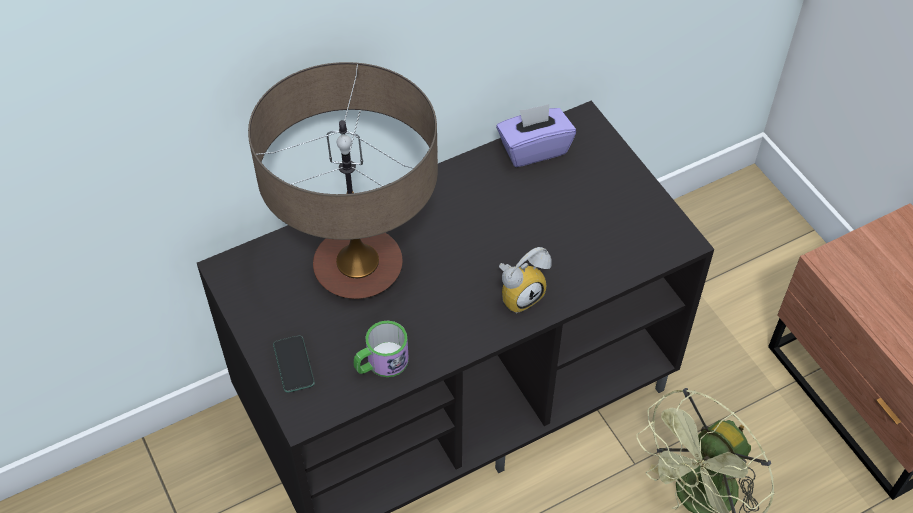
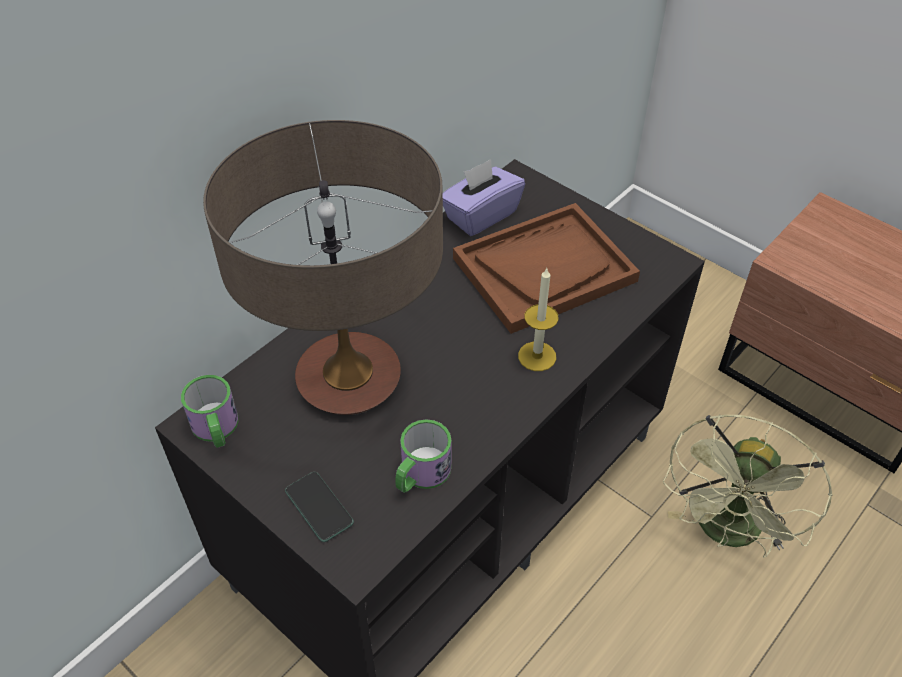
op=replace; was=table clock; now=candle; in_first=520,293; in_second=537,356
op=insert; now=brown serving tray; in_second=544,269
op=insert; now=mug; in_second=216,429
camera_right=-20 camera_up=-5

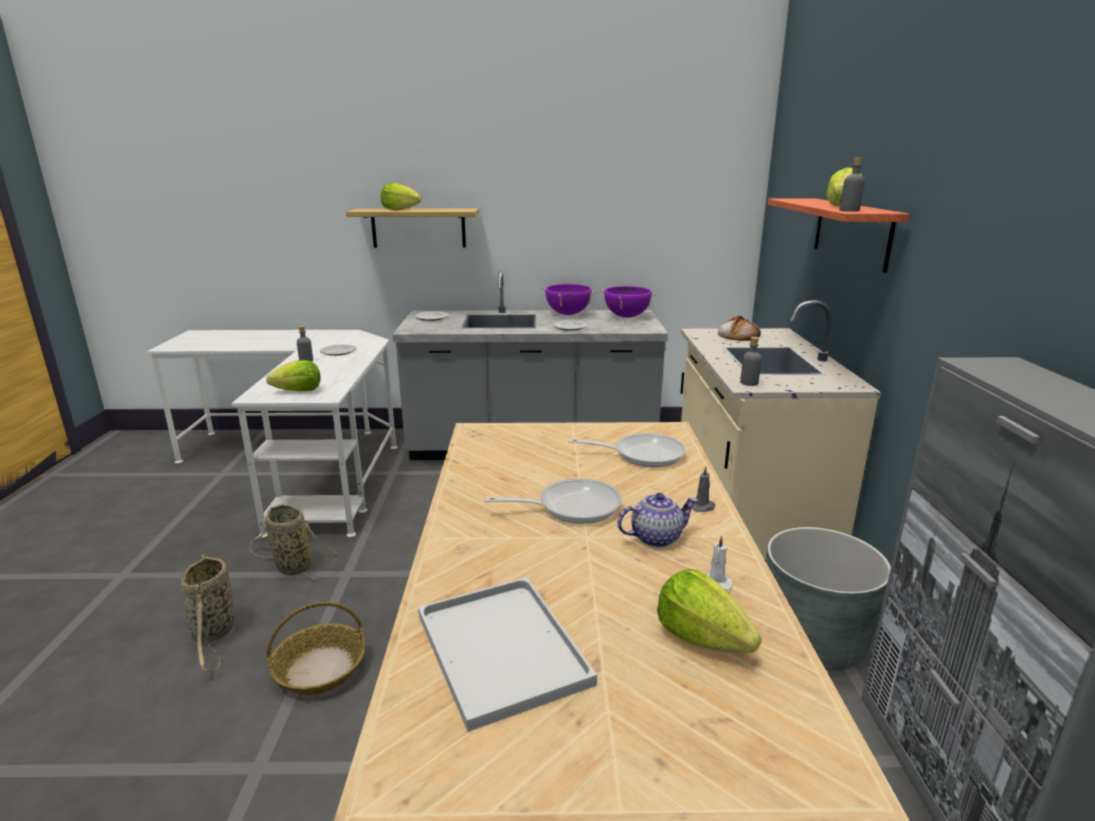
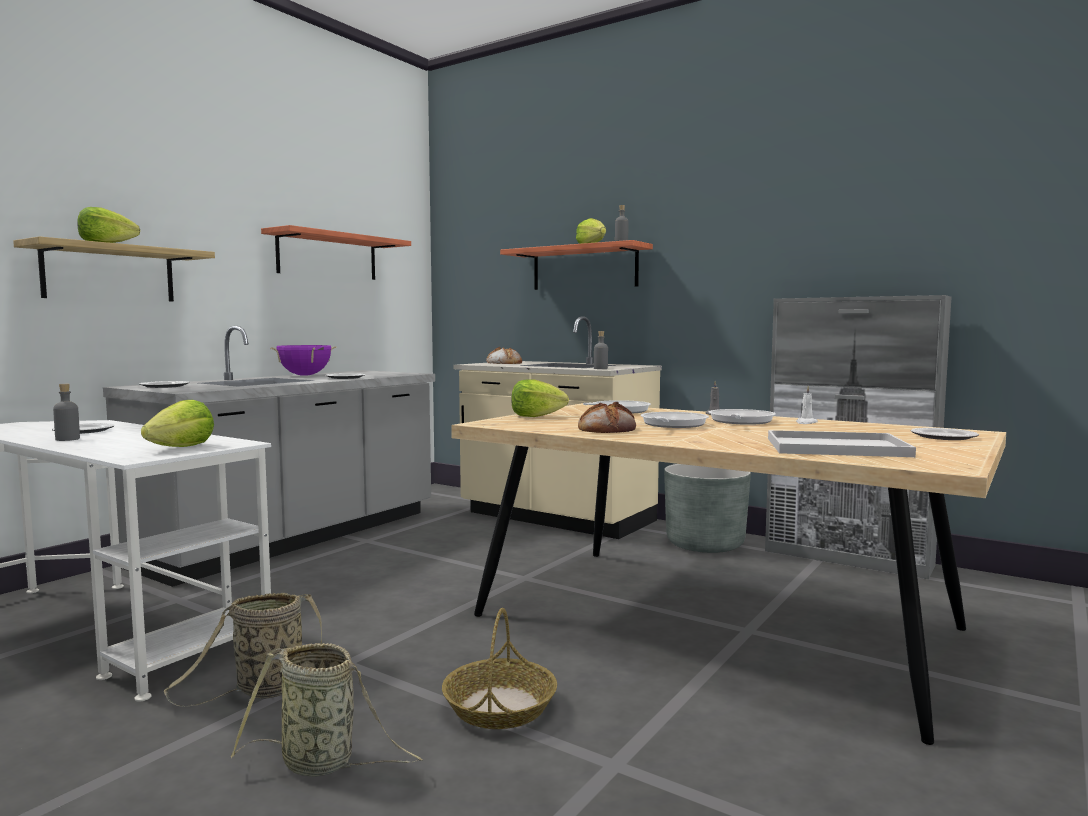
op=delete; was=purple-coloured cooking pot; in_first=626,317
op=replace; was=pot for tea; now=skillet; in_first=656,537; in_second=739,421
op=move; was=lettuce; in_first=702,638; in_second=536,416
op=insert; now=bracket shelf; in_second=328,256
op=insert; now=baked bread; in_second=607,428
op=insert; now=flat dish; in_second=944,437
camera_right=-55 camera_up=-15

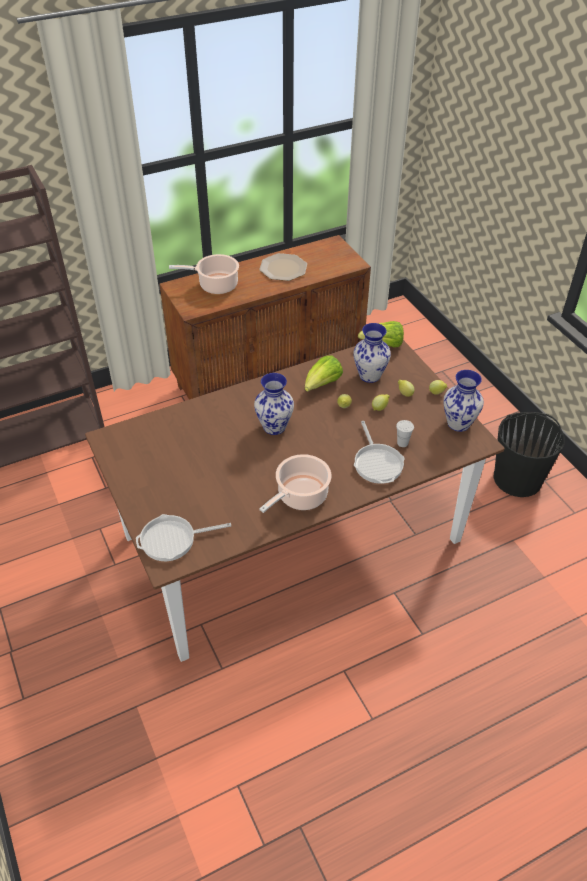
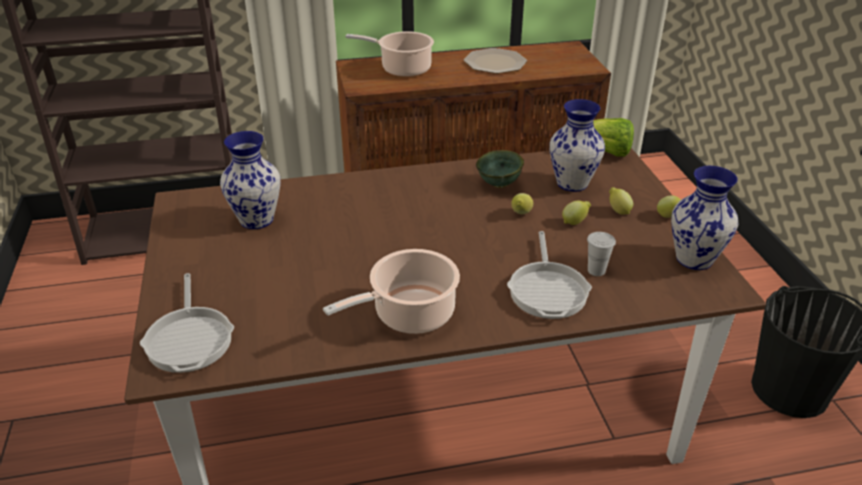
op=replace; was=lettuce; now=green-coloured serving bowl; in_first=322,385; in_second=499,184
op=move; was=vase; in_first=275,427; in_second=257,220
op=rotate; was=skillet; in_first=172,540; in_second=190,339; clockwise=-105
camera_right=15 camera_up=-10

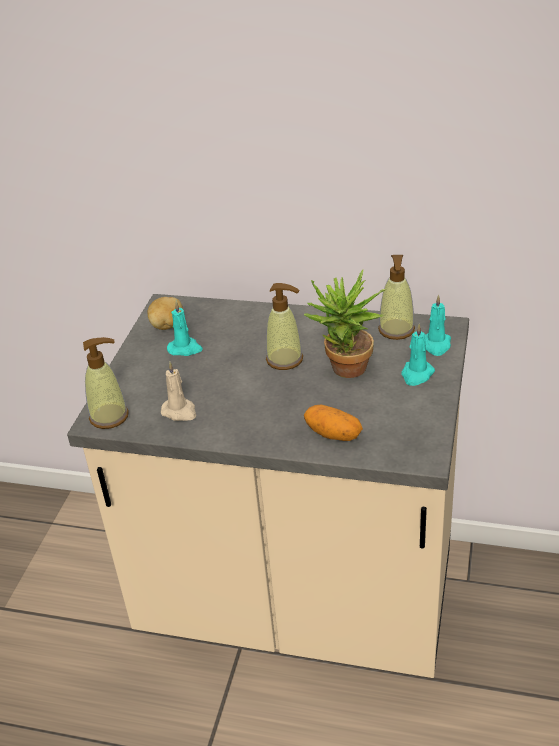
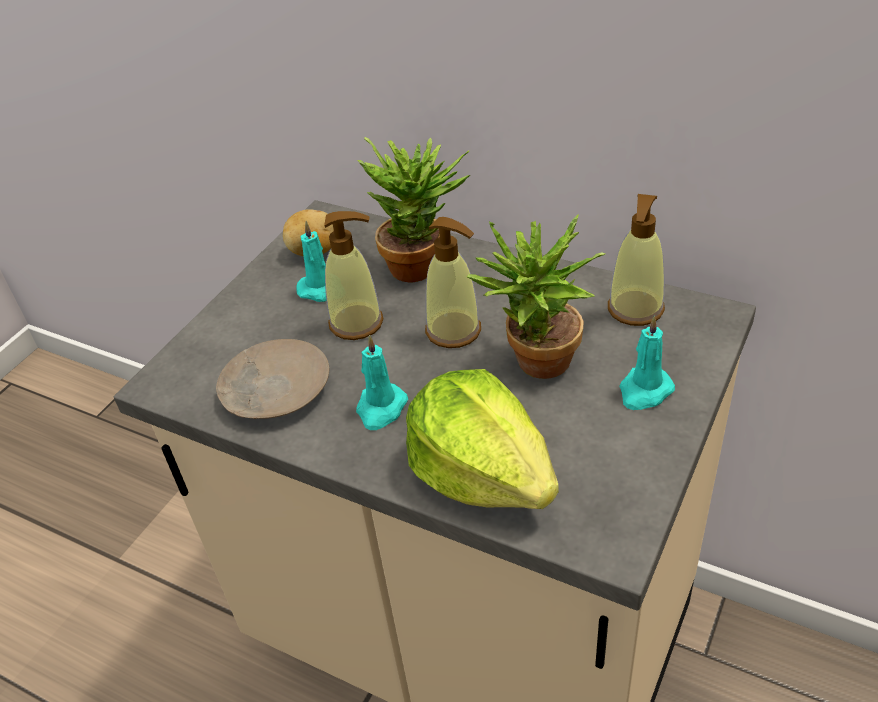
op=move; was=turquoise candle; in_first=436,345; in_second=381,409
op=move; was=liquid soap bottle; in_first=109,416; in_second=357,323
op=replace; was=beige candle; now=beige flat dish; in_first=180,412; in_second=275,390
op=replace; was=whole potato; now=lettuce; in_first=333,434; in_second=481,472
op=insert; now=potted plant; in_second=423,265
camera_right=15 camera_up=5

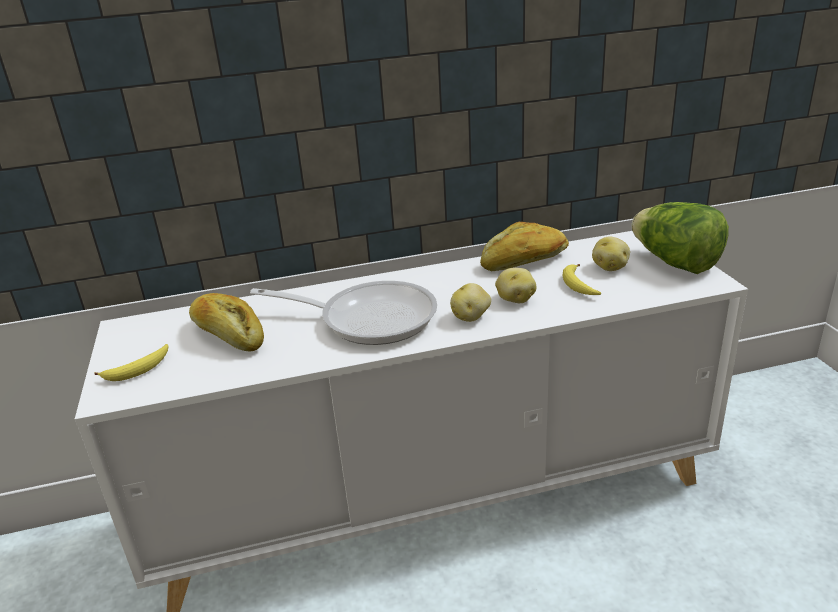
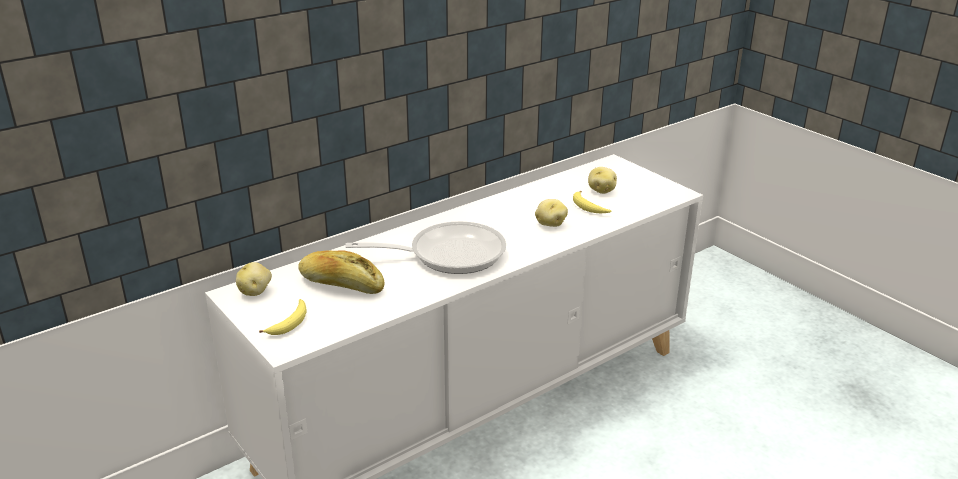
op=delete; was=lettuce; in_first=675,263
op=delete; was=baked bread; in_first=525,261
op=move; was=whole potato; in_first=471,317; in_second=255,291
camera_right=-25 camera_up=0

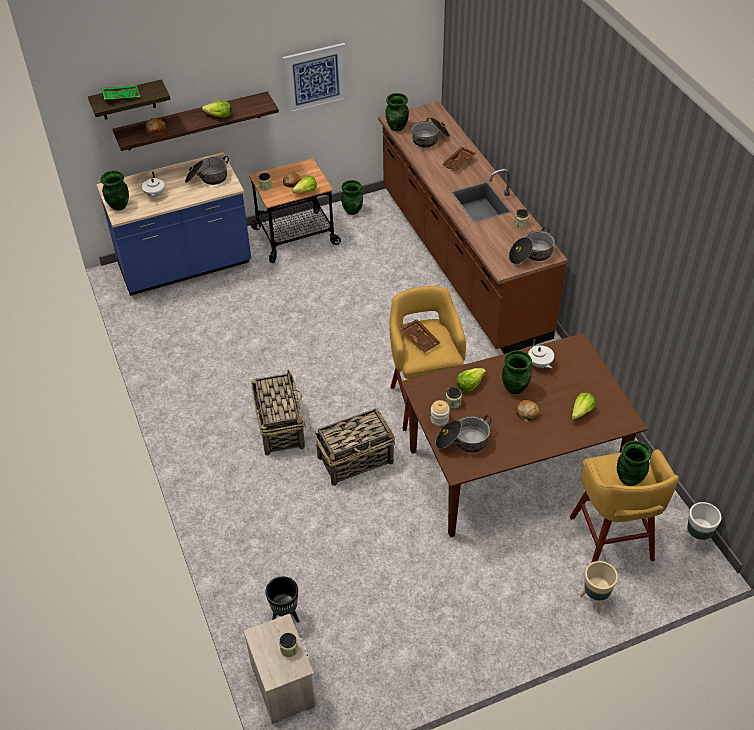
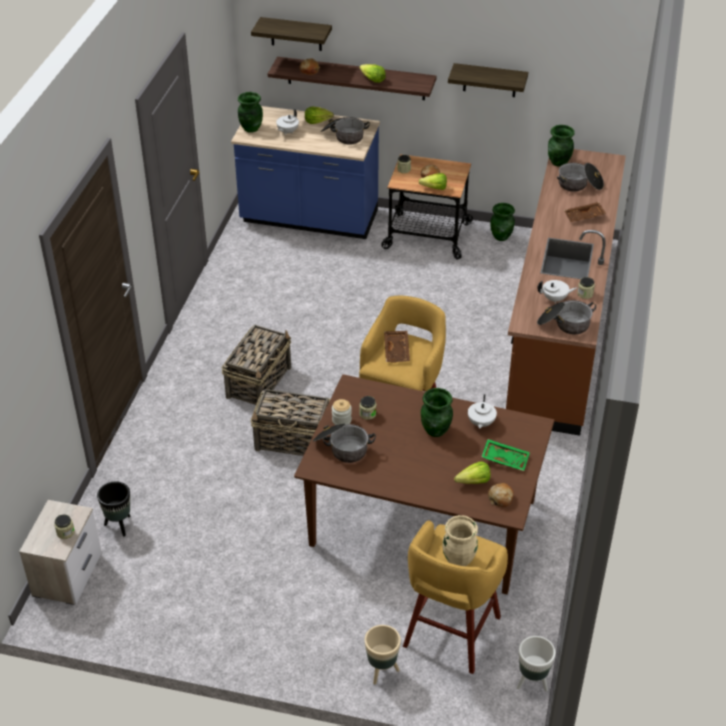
op=replace; was=wall art; now=bracket shelf; in_first=315,78; in_second=489,80
op=move; was=green-coloured serving tray; in_first=121,96; in_second=505,458
op=move; was=lettuce; in_first=469,384; in_second=317,121
op=move; was=baked bread; in_first=527,413; in_second=500,498
op=recolor; was=green-coloured vase; now=beige vase; in_first=629,478; in_second=459,559
op=insert; now=white pot for tea; in_second=555,299
camera_right=35 camera_up=-5

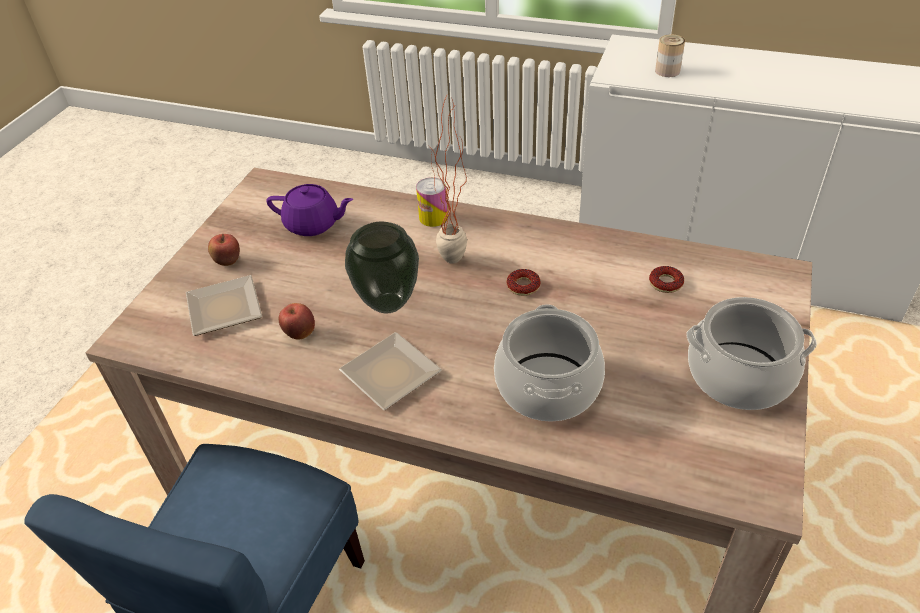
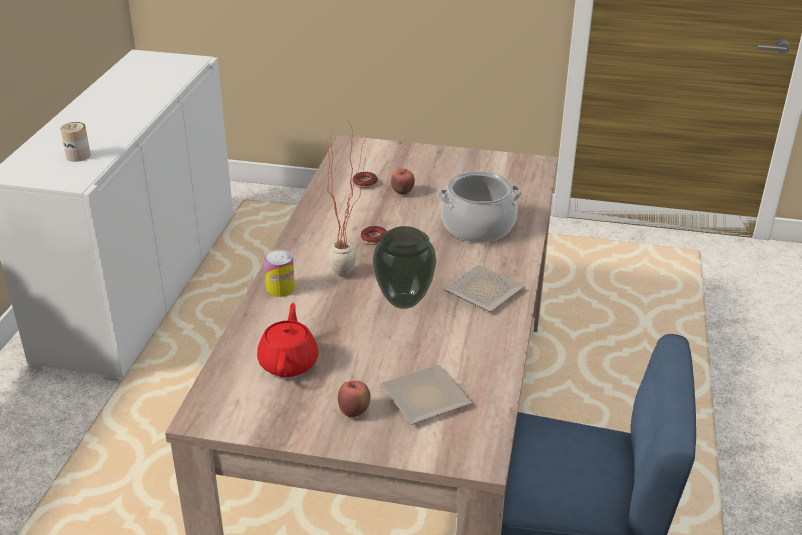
op=recolor; was=purple-coloured pot for tea; now=red-coloured pot for tea; in_first=313,224; in_second=289,362
op=delete; was=cooking pot; in_first=739,375
op=move; was=apple fruit; in_first=300,334; in_second=402,193
camera_right=-100 camera_up=-10

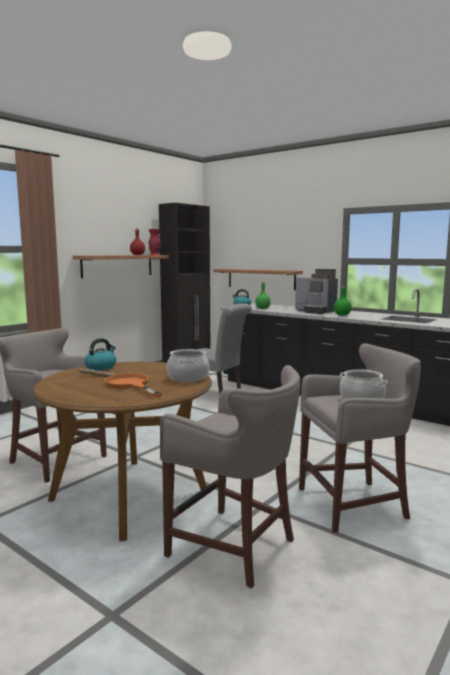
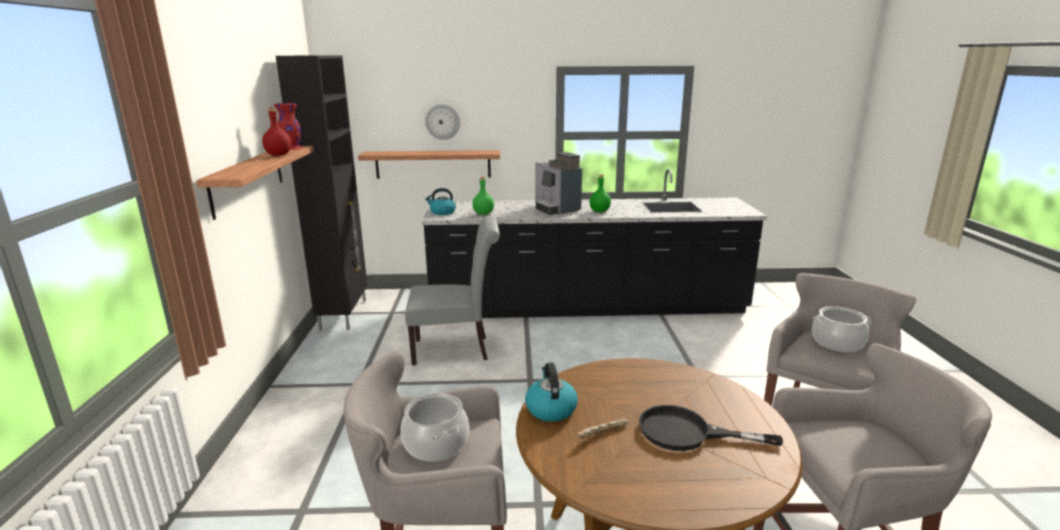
op=rotate; was=coffee maker; in_first=315,311; in_second=556,208; clockwise=60
op=move; was=cooking pot; in_first=188,378; in_second=436,443
op=recolor; was=orange skillet; now=blackish skillet; in_first=130,385; in_second=687,433
op=insert; now=wall clock; in_second=442,122
camera_right=-40 camera_up=10

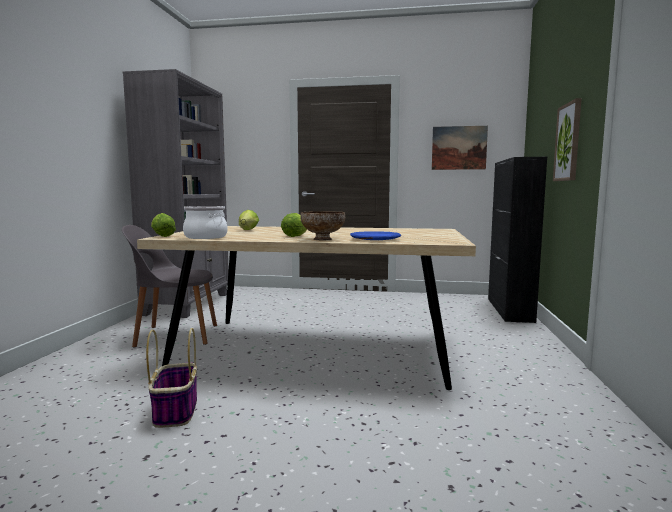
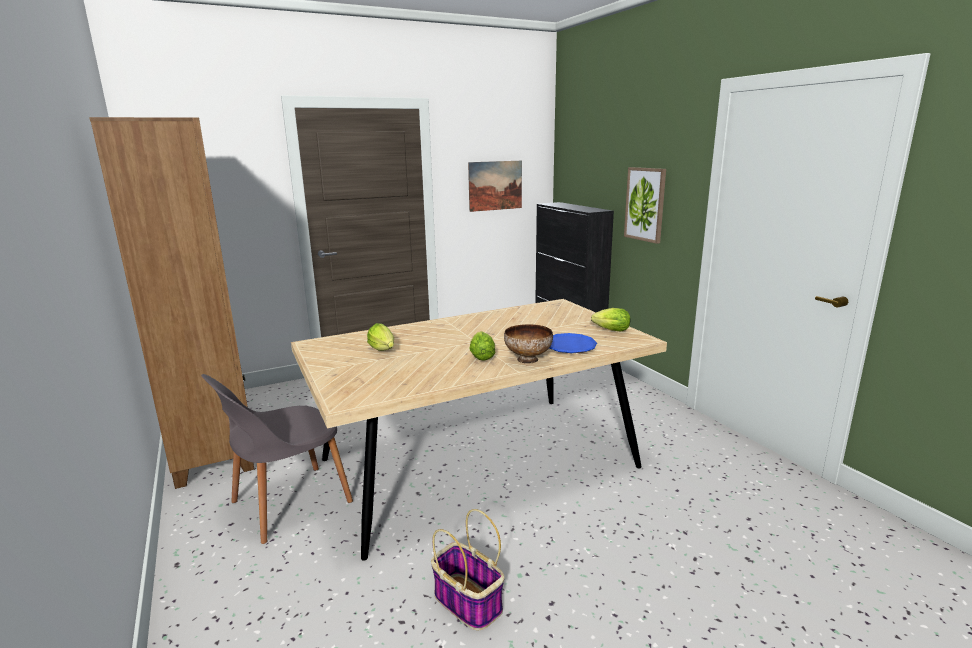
op=recolor; was=gray shelving unit; now=brown shelving unit; in_first=189,304; in_second=215,444
op=delete; was=cooking pot; in_first=206,237
op=move; was=lettuce; in_first=162,236; in_second=609,330
camera_right=-35 camera_up=10

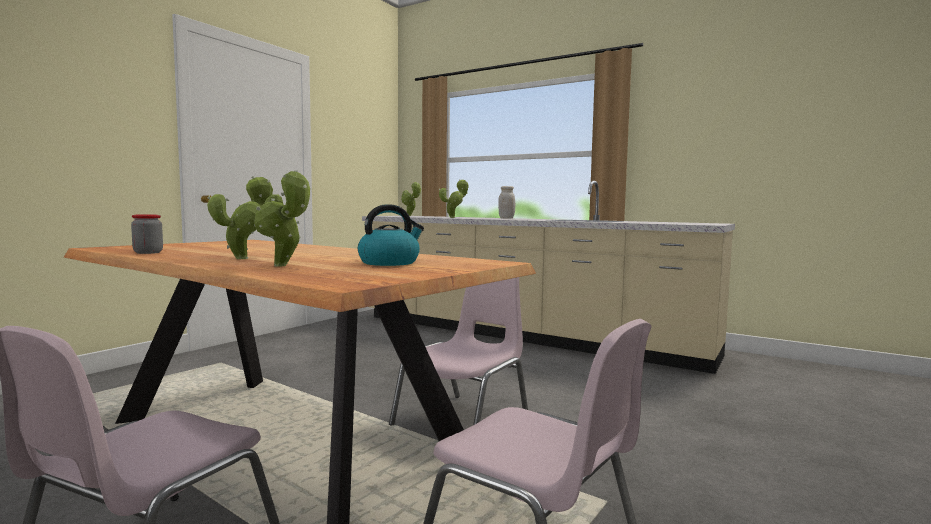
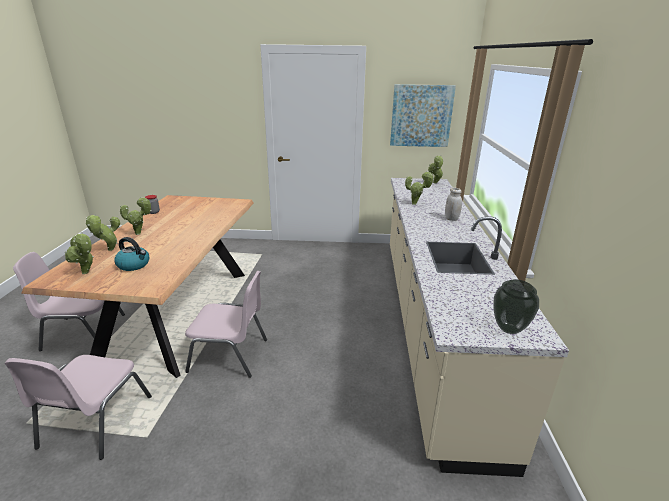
op=insert; now=wall art; in_second=421,116
op=insert; now=potted plant; in_second=86,273
op=insert; now=vase; in_second=509,329
camera_right=60 camera_up=20

